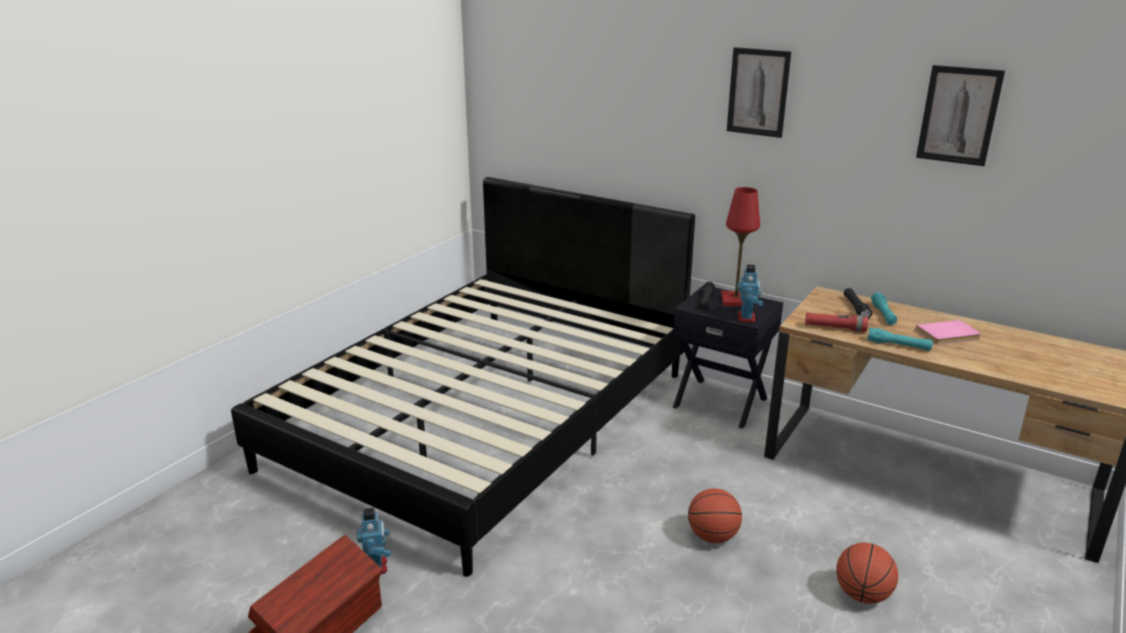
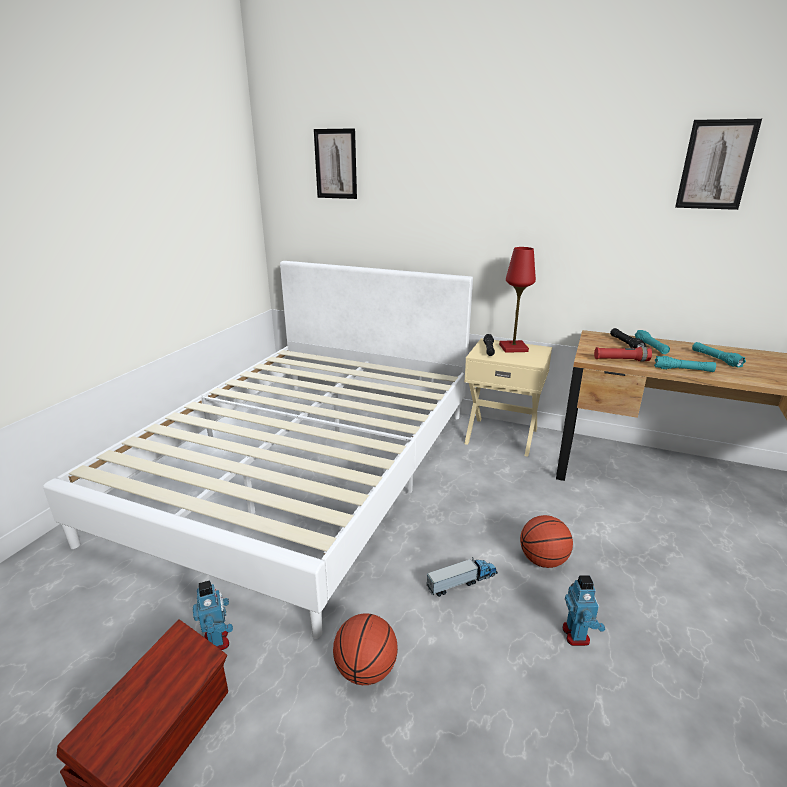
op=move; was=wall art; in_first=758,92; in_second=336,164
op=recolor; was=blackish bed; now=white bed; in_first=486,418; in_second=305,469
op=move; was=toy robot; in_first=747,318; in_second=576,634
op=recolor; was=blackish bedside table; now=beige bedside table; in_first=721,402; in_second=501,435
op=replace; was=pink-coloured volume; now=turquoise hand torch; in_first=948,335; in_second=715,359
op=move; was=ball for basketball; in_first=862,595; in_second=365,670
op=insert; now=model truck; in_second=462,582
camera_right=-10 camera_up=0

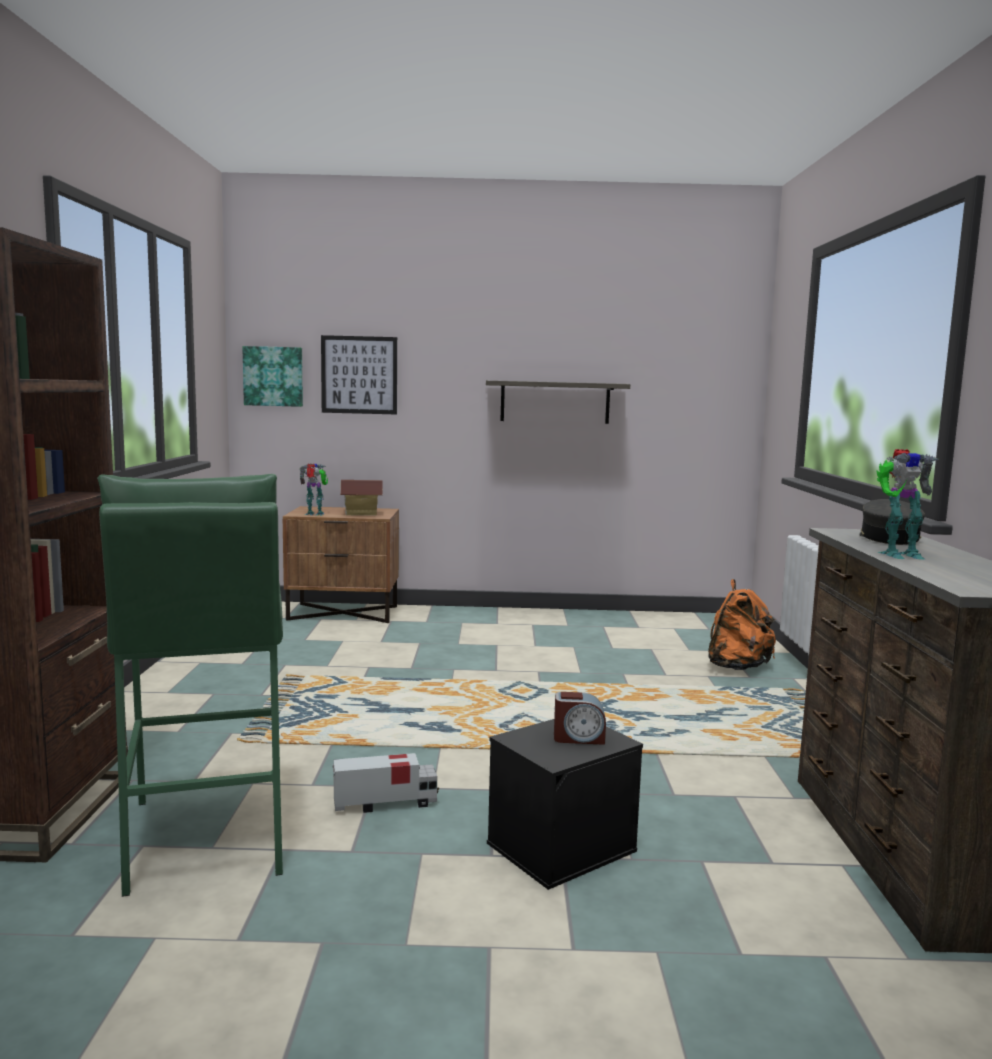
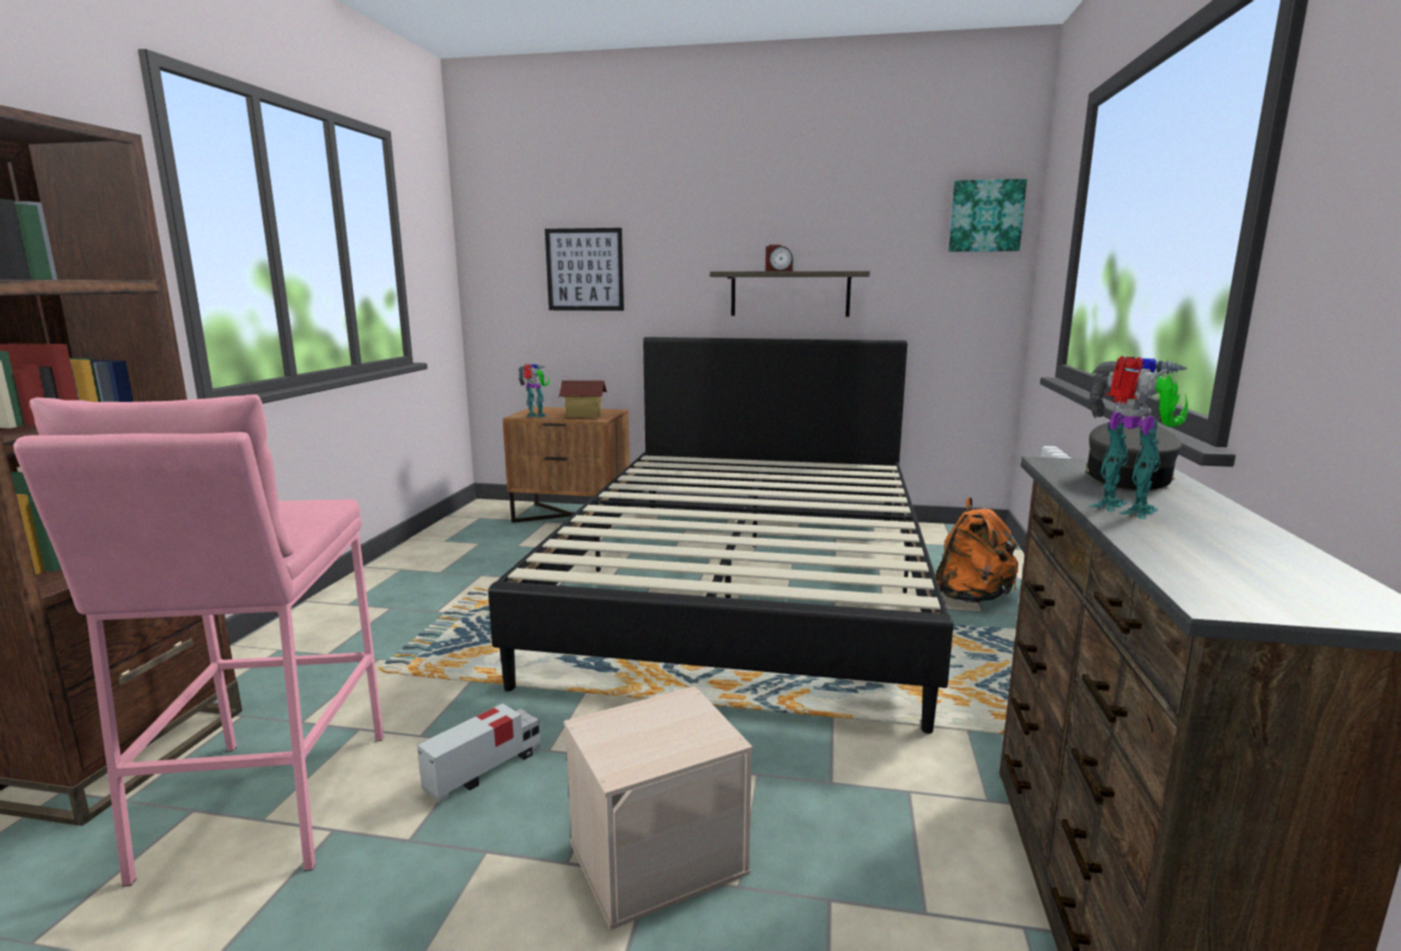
op=move; was=wall art; in_first=273,376; in_second=986,216
op=rotate; was=toy robot; in_first=898,554; in_second=1125,510; clockwise=-135
op=recolor; was=green-coloured stool; now=pink-coloured stool; in_first=206,836; in_second=266,802
op=move; was=table clock; in_first=578,738; in_second=779,271
op=recolor; was=blackish storage box; now=beige storage box; in_first=561,846; in_second=658,856
op=rotate; was=model truck; in_first=386,804; in_second=485,770; clockwise=-45
op=insert; now=blackish bed; in_second=747,584
camera_right=10 camera_up=5

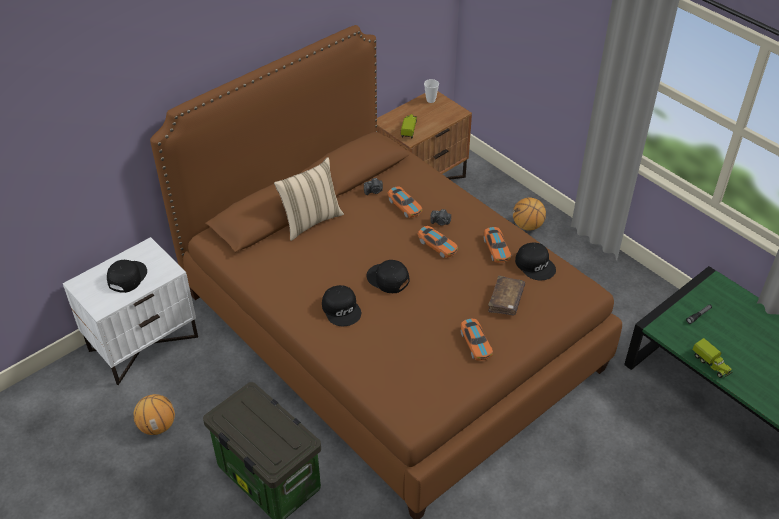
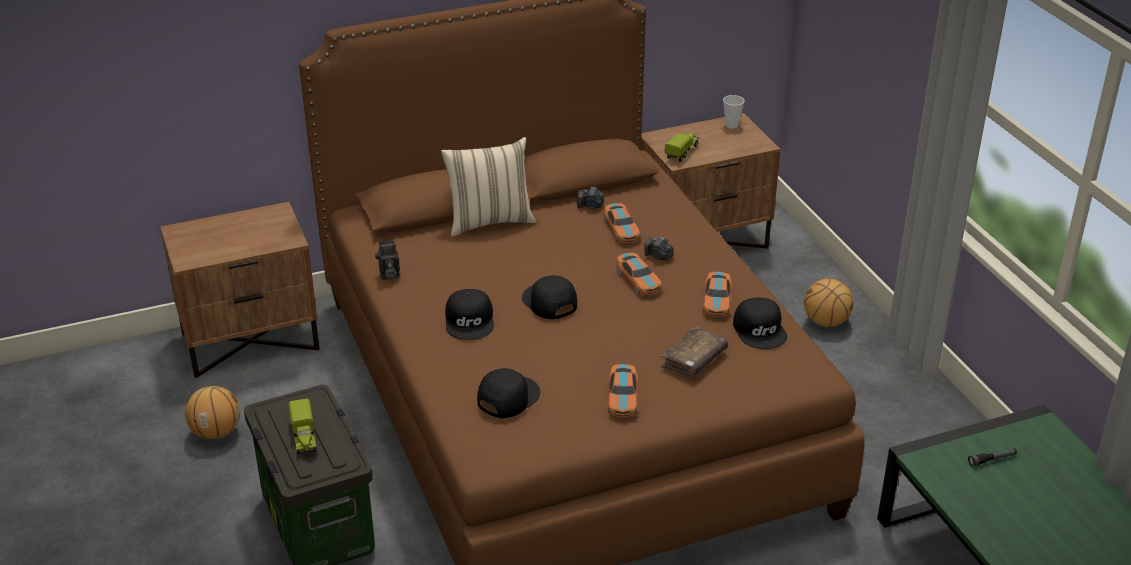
op=recolor; was=white bedside table; now=brown bedside table; in_first=143,342; in_second=250,340
op=move; was=blackish peaked cap; in_first=126,277; in_second=507,397
op=move; was=model truck; in_first=711,364; in_second=304,437
op=insert; now=still camera; in_second=388,275
camera_right=20 camera_up=-10

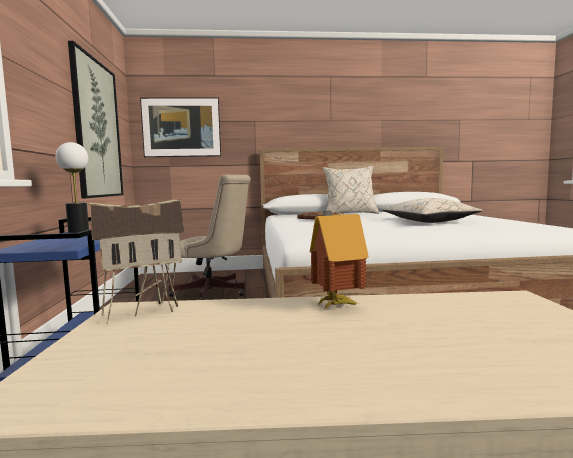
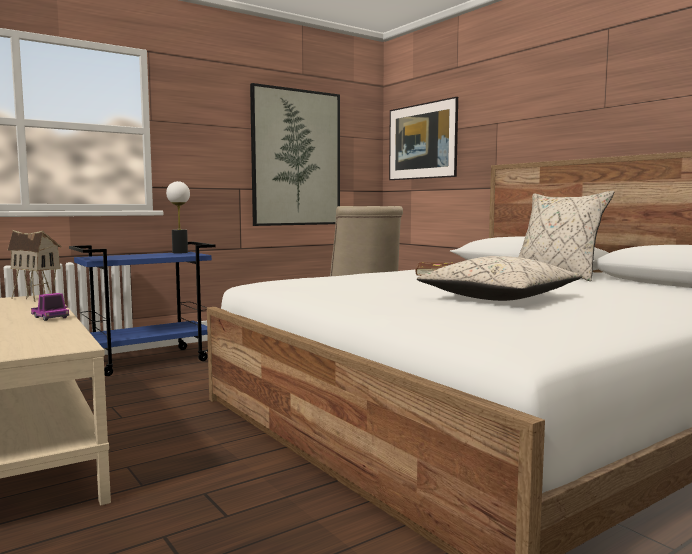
op=replace; was=model house; now=model truck; in_first=336,304; in_second=50,317
camera_right=60 camera_up=0

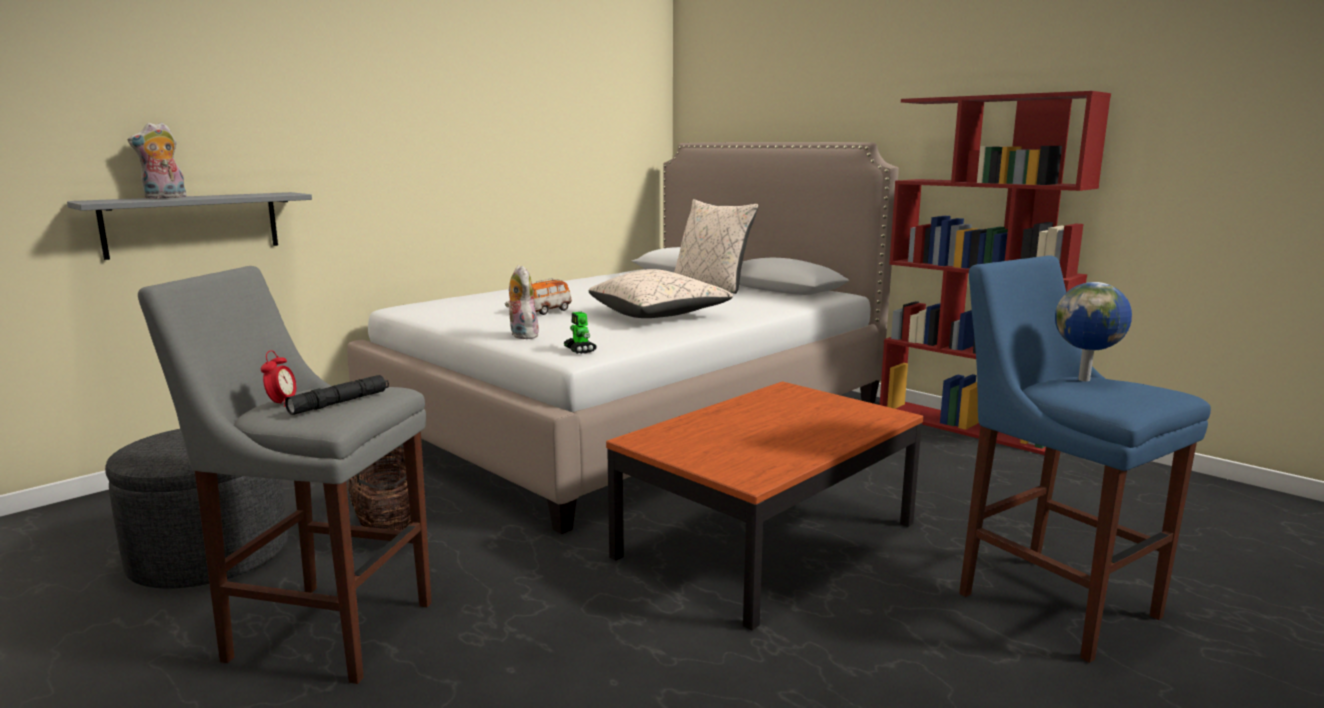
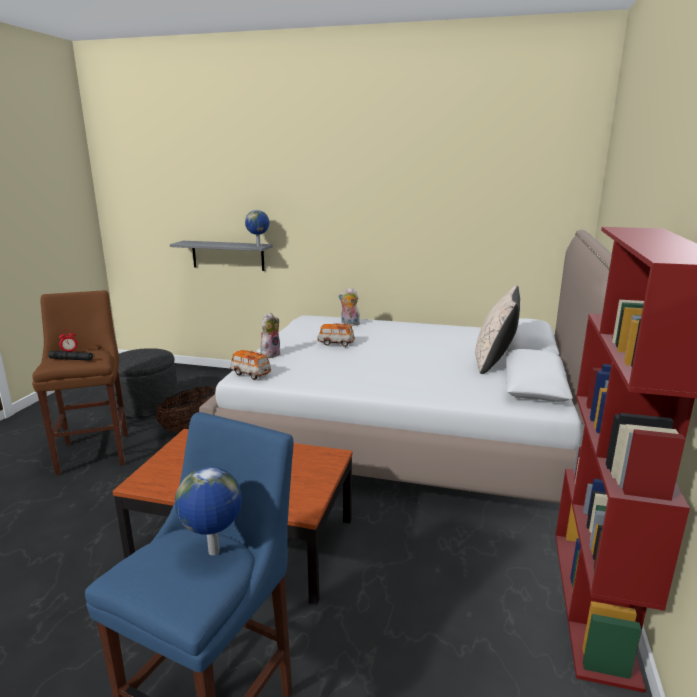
op=move; was=plush toy; in_first=164,198; in_second=349,324
op=recolor; was=gray stool; now=brown stool; in_first=323,628; in_second=95,451
op=delete; was=beige cushion; in_first=659,315
op=replace; was=toy robot; now=miniature car; in_first=580,350; in_second=250,374
op=insert; now=globe; in_second=259,246
camera_right=60 camera_up=5

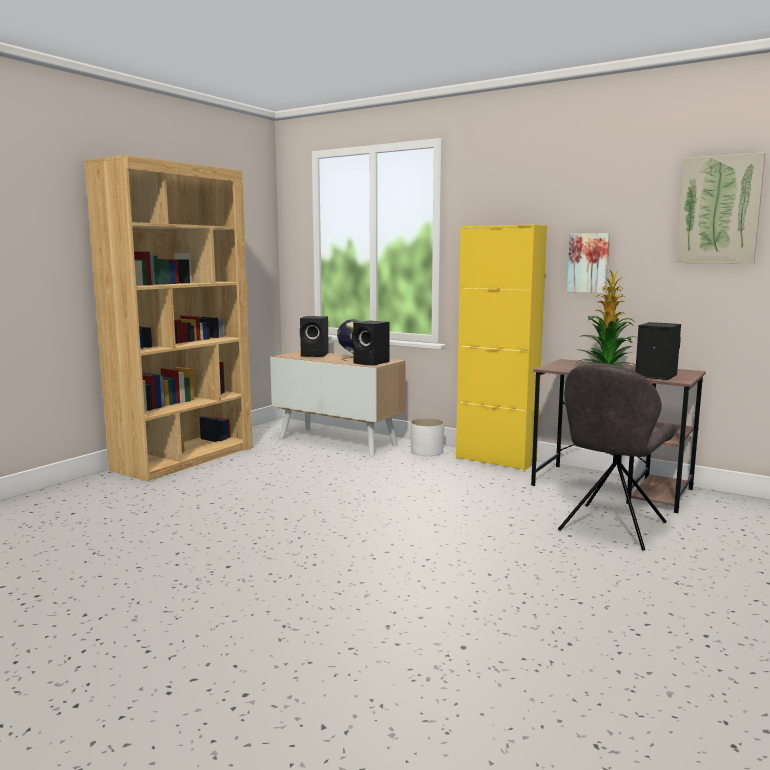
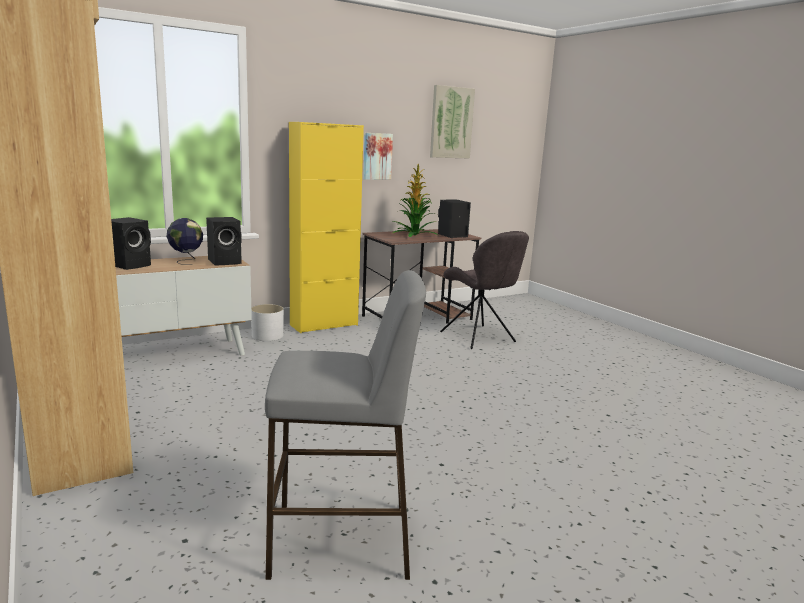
op=insert; now=gray stool; in_second=342,540
camera_right=-65 camera_up=5

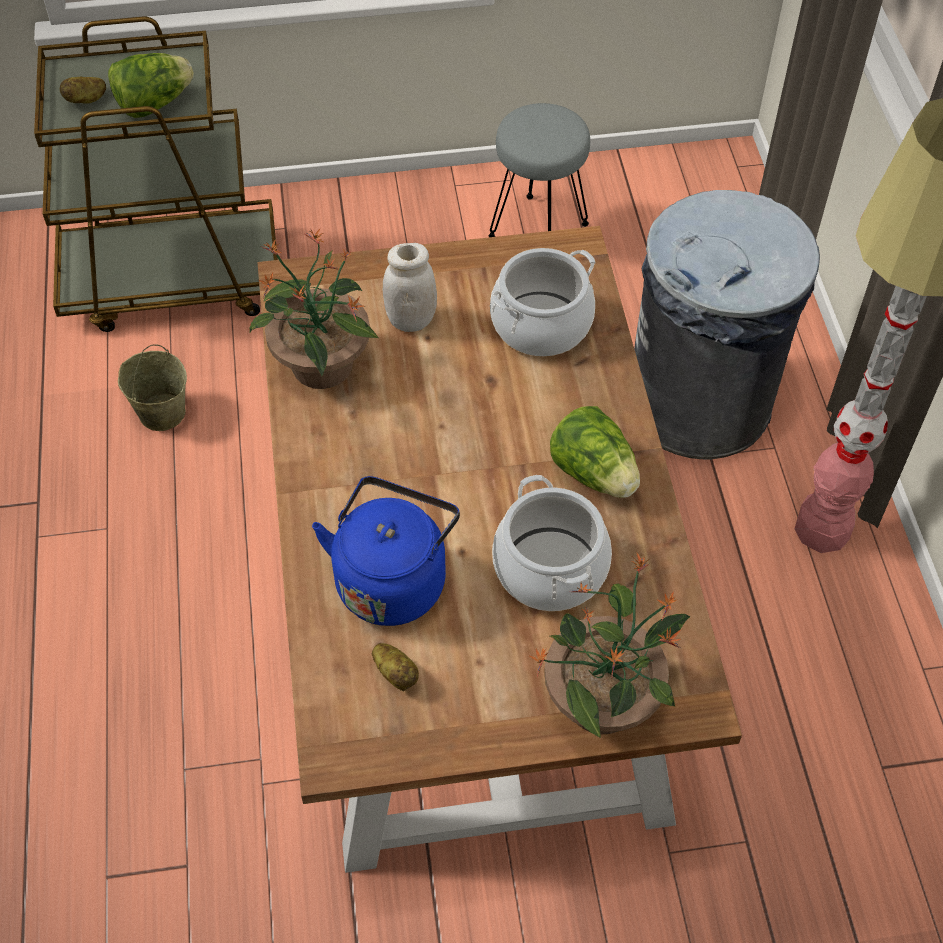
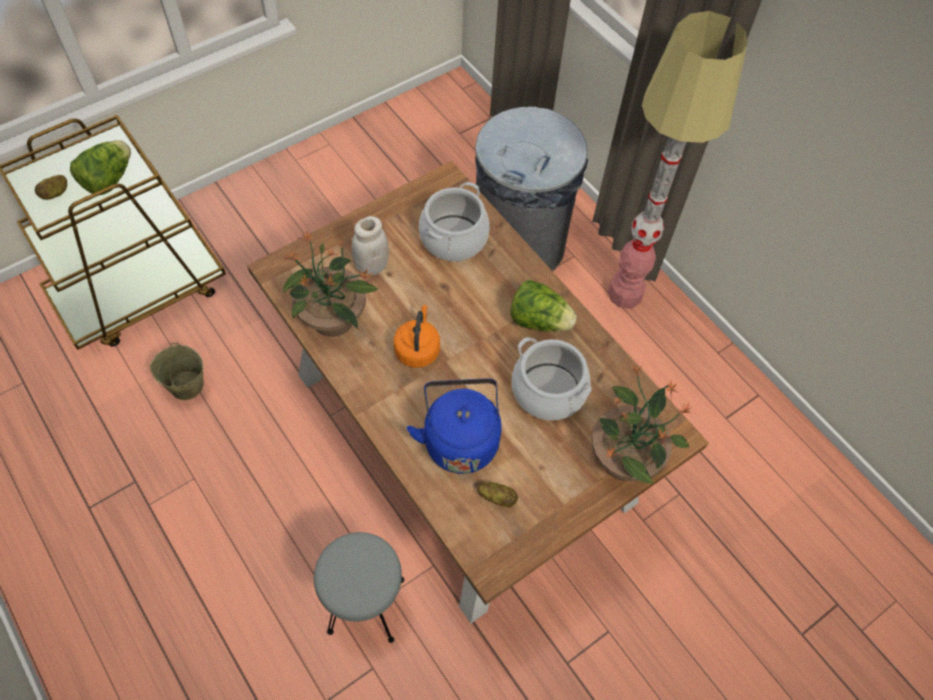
op=move; was=gray stool; in_first=537,229; in_second=365,604
op=insert; now=orange water kettle; in_second=417,349
camera_right=-30 camera_up=5

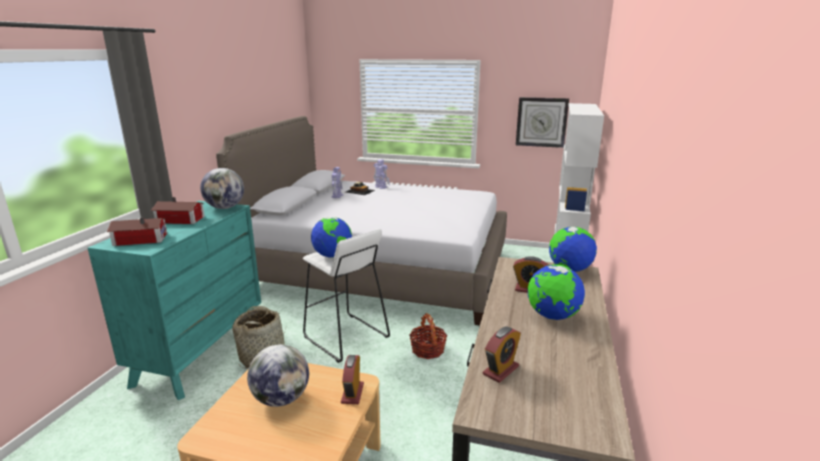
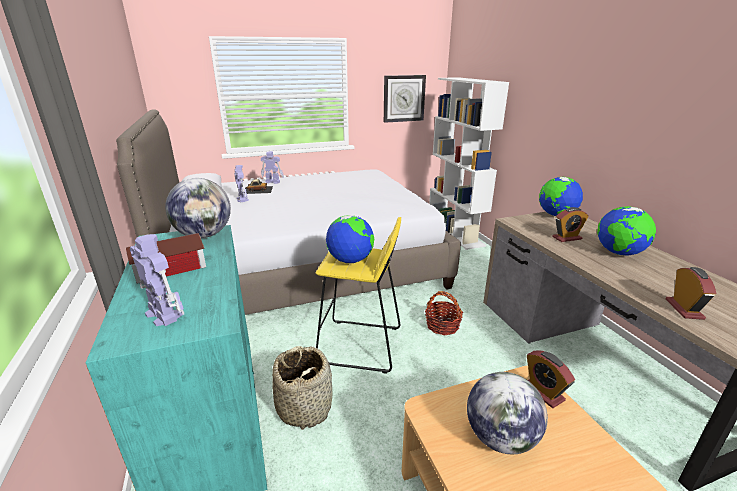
op=replace; was=model house; now=toy robot; in_first=139,239; in_second=163,314
op=recolor; was=white stool; now=yellow-coloured stool; in_first=346,337; in_second=360,345
camera_right=-35 camera_up=5

